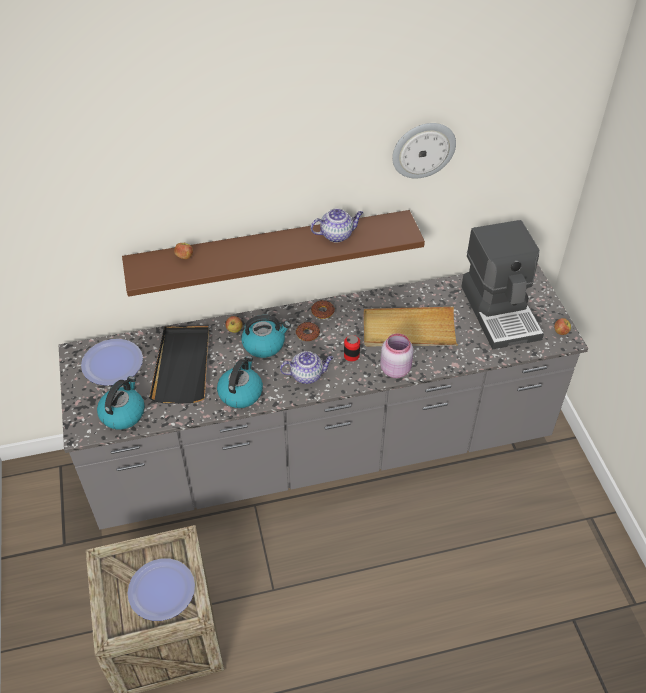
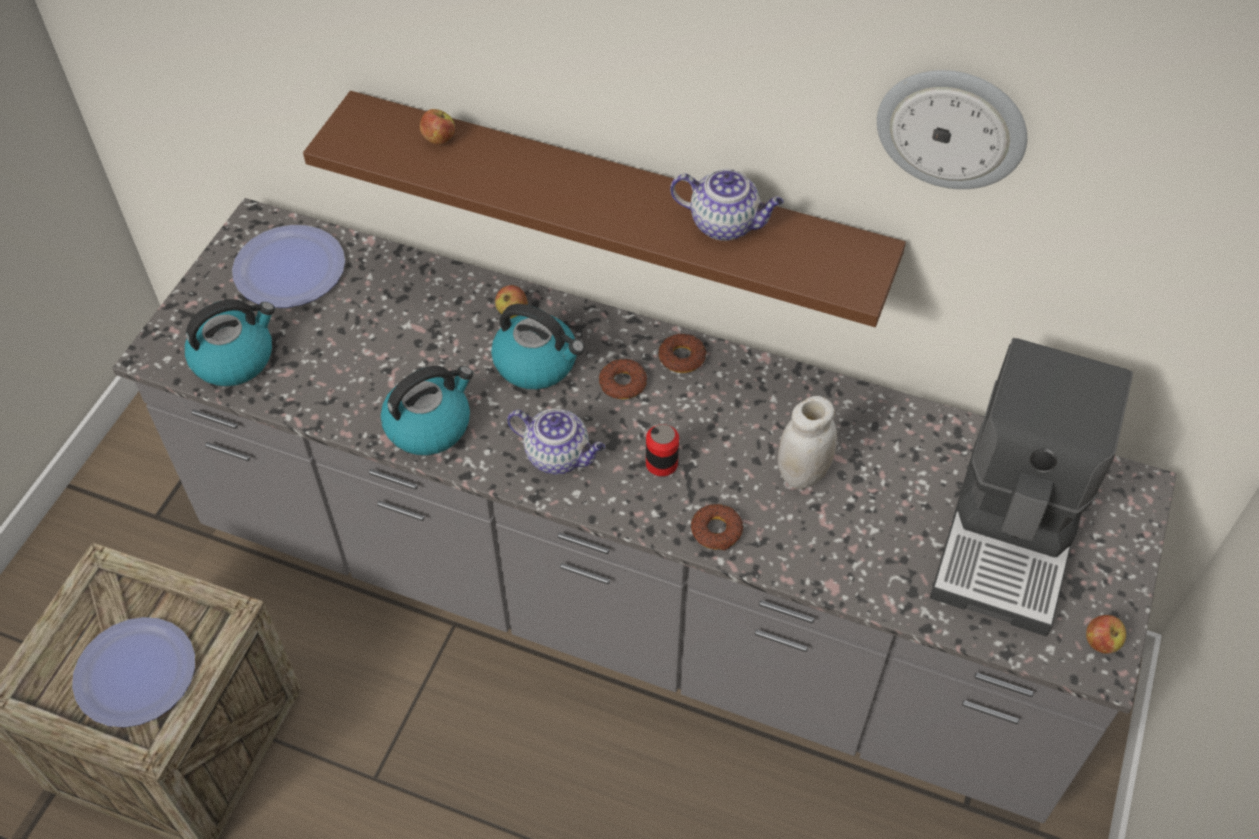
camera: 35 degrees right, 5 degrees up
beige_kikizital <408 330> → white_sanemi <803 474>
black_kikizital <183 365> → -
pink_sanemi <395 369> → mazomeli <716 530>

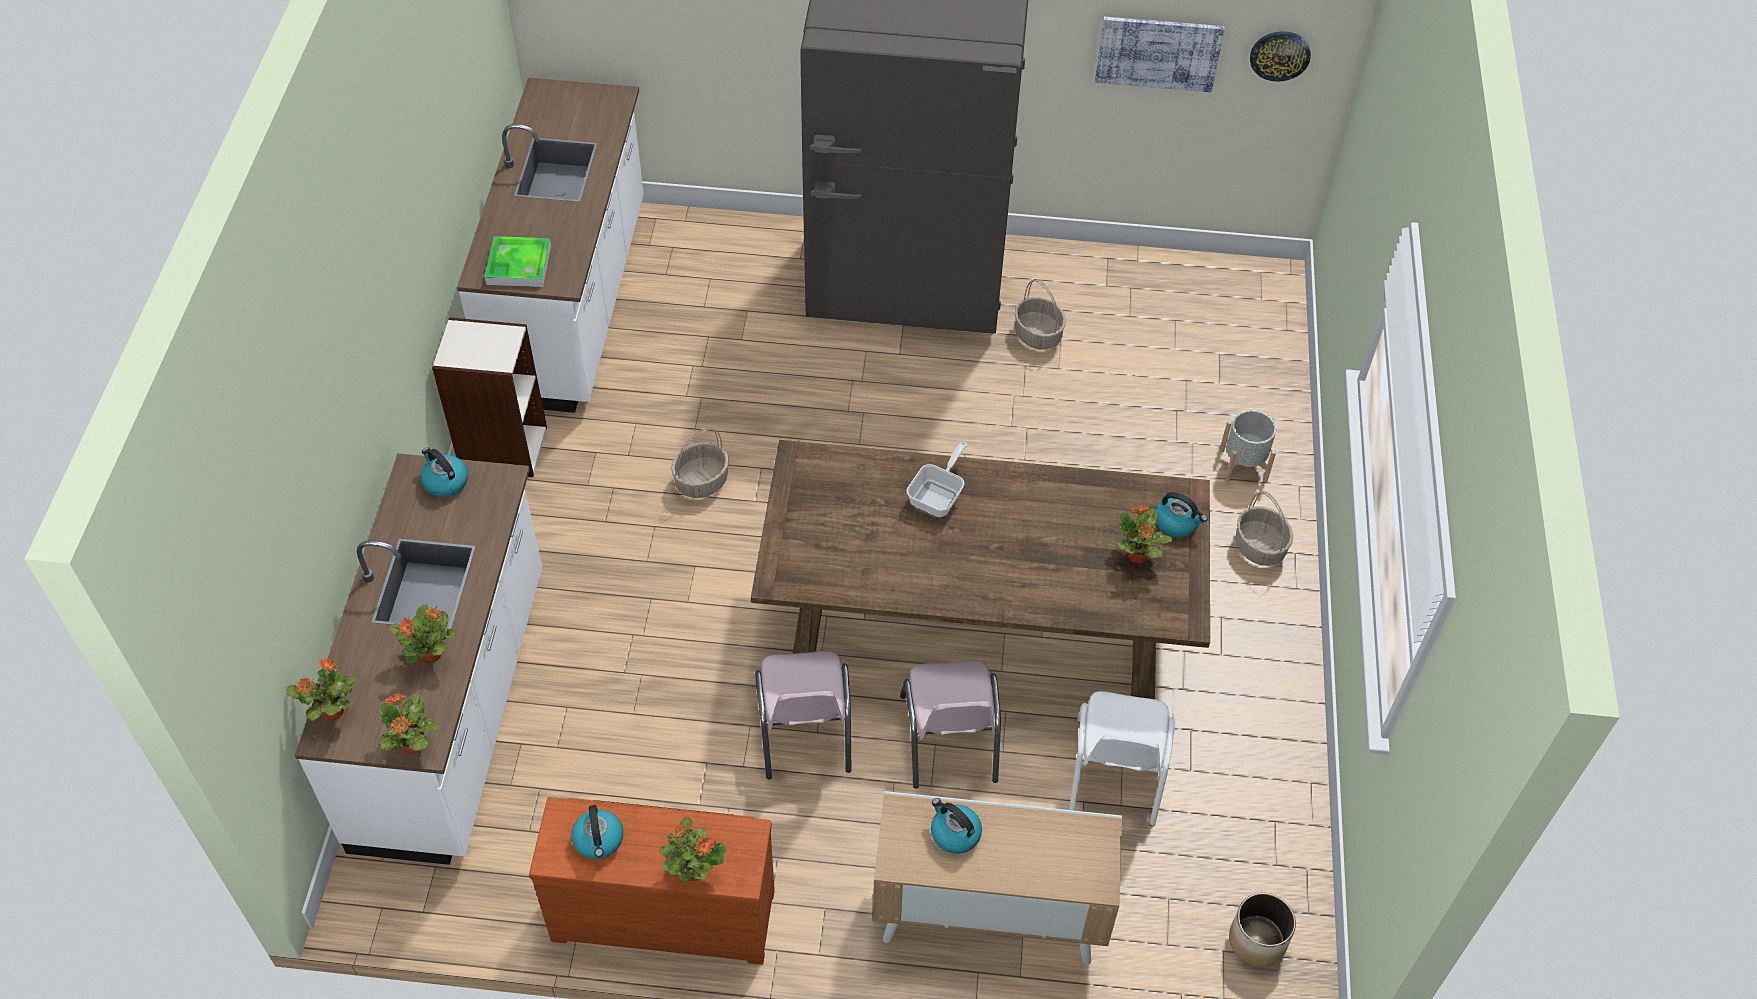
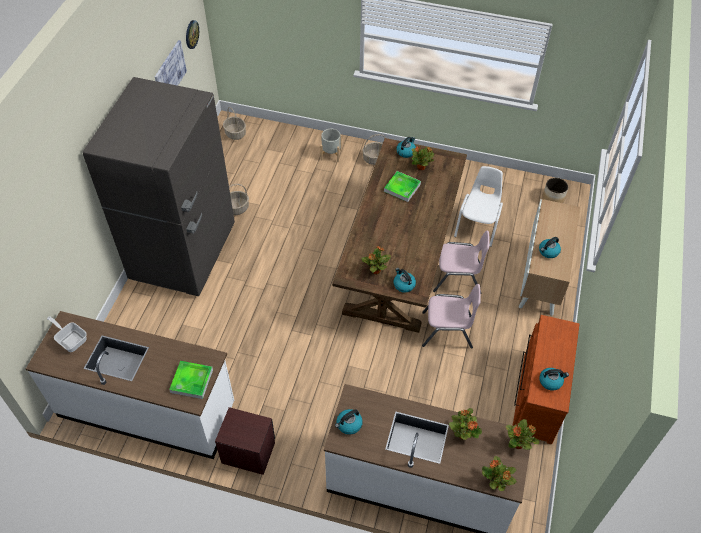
camera: 80 degrees left, 0 degrees up
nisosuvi <502 448> → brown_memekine <248 452>
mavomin <702 481> → mavomin <235 133>, shifted
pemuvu <939 495> → pemuvu <71 339>, shifted
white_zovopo <1116 772> → white_zovopo <478 225>, 90 degrees counterclockwise
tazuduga <694 870> → tazuduga <375 271>, shifted
- → kikizital <402 188>
- → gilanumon <403 284>

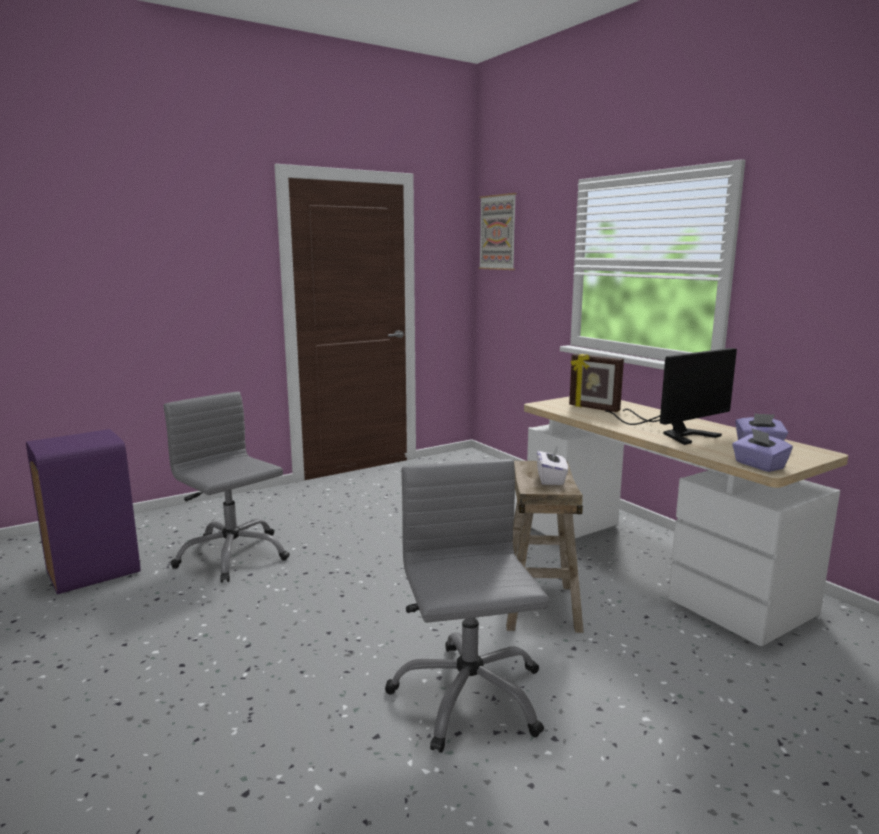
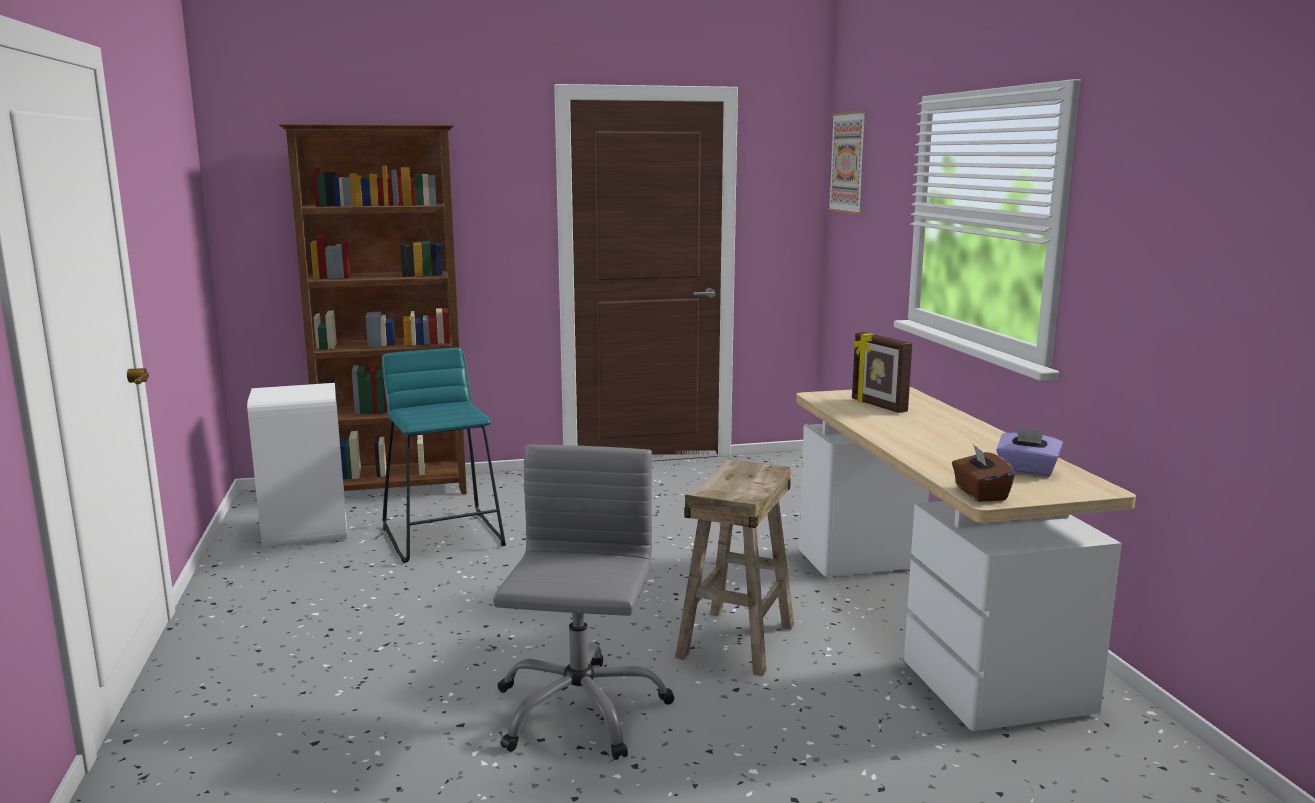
camera: 20 degrees right, 0 degrees up
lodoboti <674 432> → -
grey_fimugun <232 555> → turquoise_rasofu <445 536>
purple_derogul <758 465> → brown_derogul <980 493>
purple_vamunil <94 572> → white_vamunil <306 532>
white_derogul <551 479> → -
- → brown_nisosuvi <396 490>

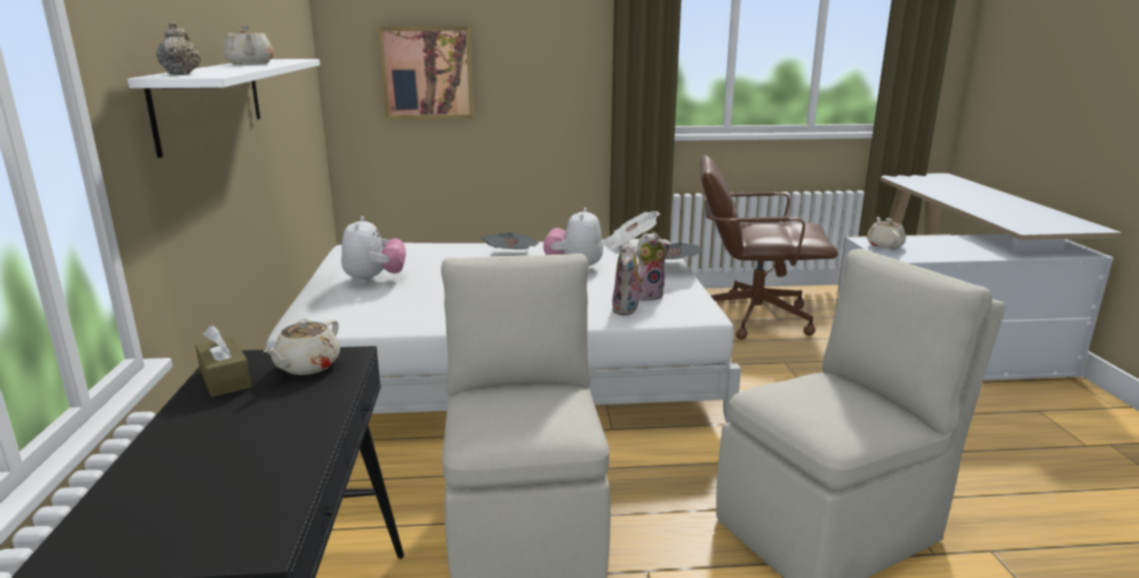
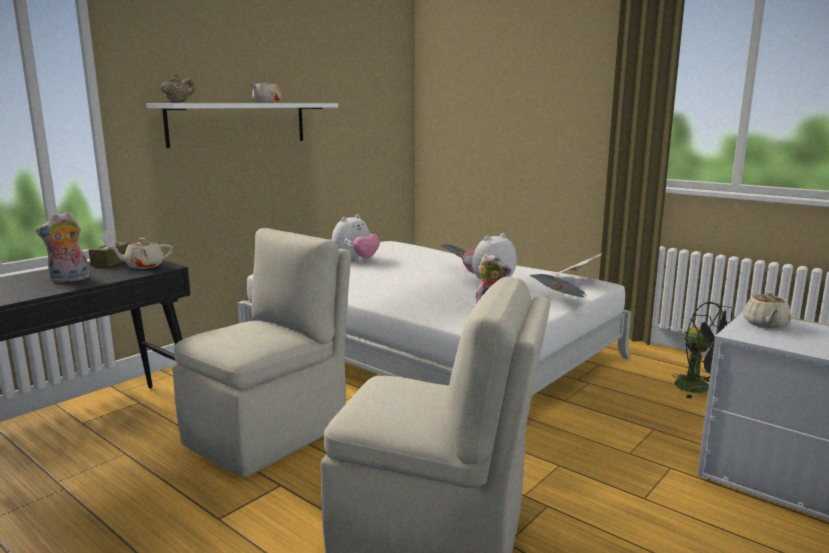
camera: 45 degrees right, 5 degrees down
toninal <427 73> → -
brown_fimugun <753 317> → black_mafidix <701 389>
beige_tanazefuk <884 245> → beige_tanazefuk <765 324>, 150 degrees clockwise
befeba <627 310> → befeba <69 280>, shifted

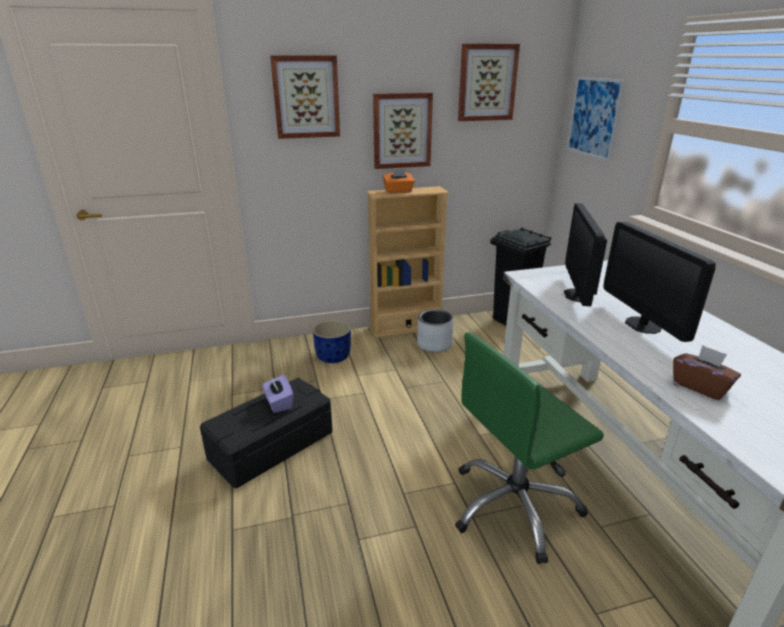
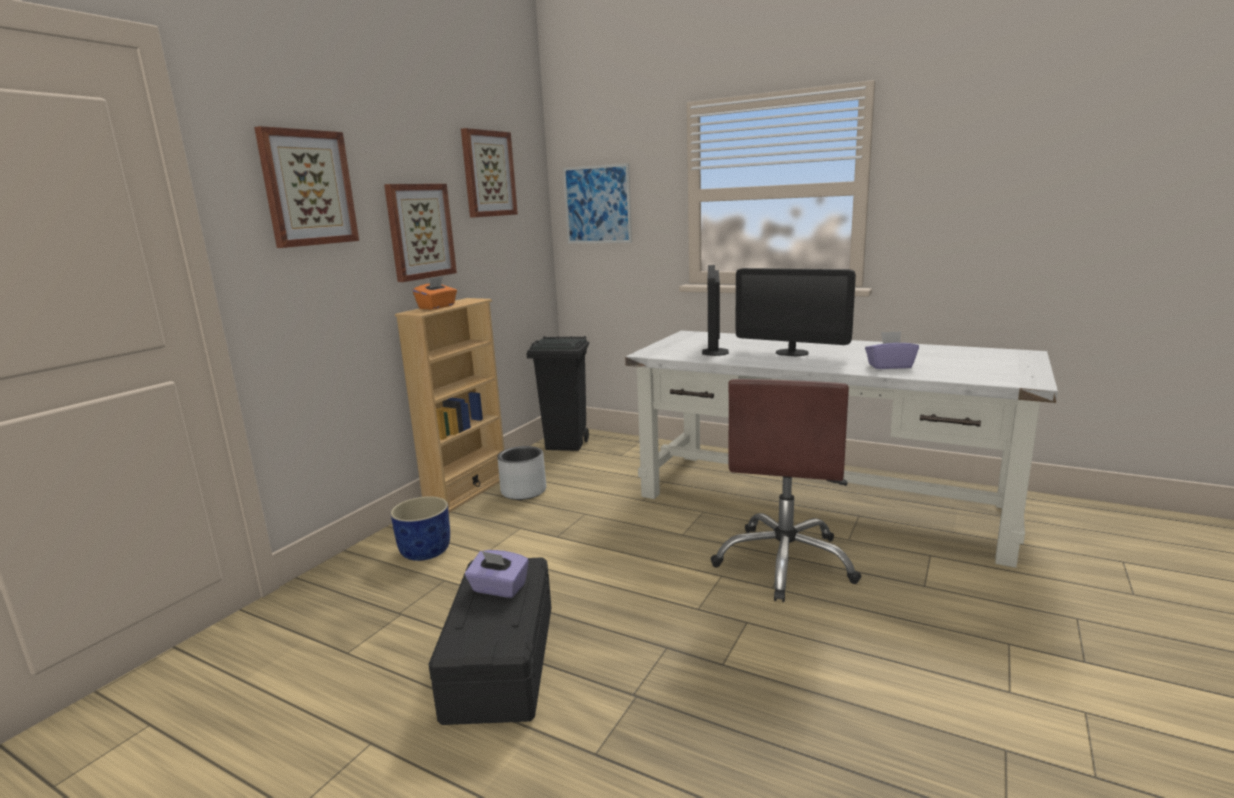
camera: 45 degrees left, 10 degrees down
lodoboti <578 295> → lodoboti <715 352>, 45 degrees clockwise
green_fimugun <514 506> → brown_fimugun <785 562>
brown_derogul <700 386> → purple_derogul <889 366>

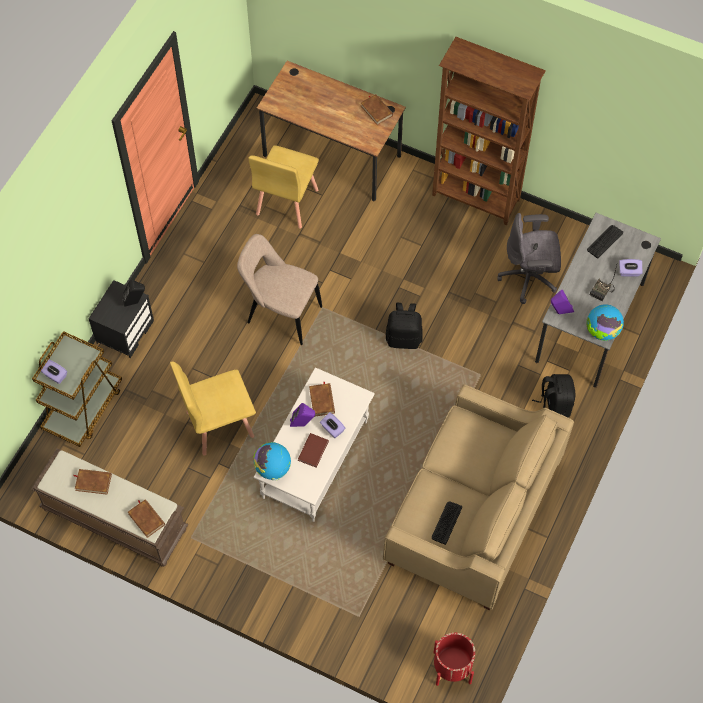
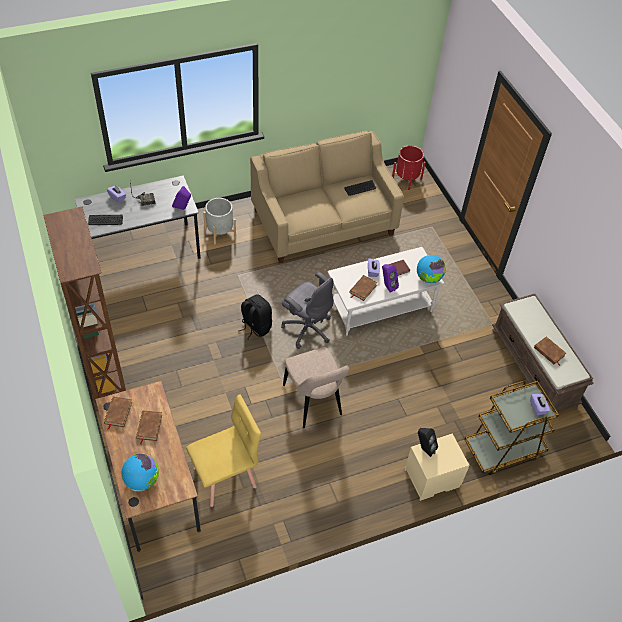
camera: 140 degrees left, 10 degrees down
grey_fimugun <529 278> → grey_fimugun <307 328>, shifted
black_memekine <125 331> → beige_memekine <431 479>
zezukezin <602 331> → zezukezin <142 480>, shifted
yellow_zovopo <219 424> → -
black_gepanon <553 406> → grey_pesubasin <220 232>
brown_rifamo <146 519> → brown_rifamo <149 427>, shifted

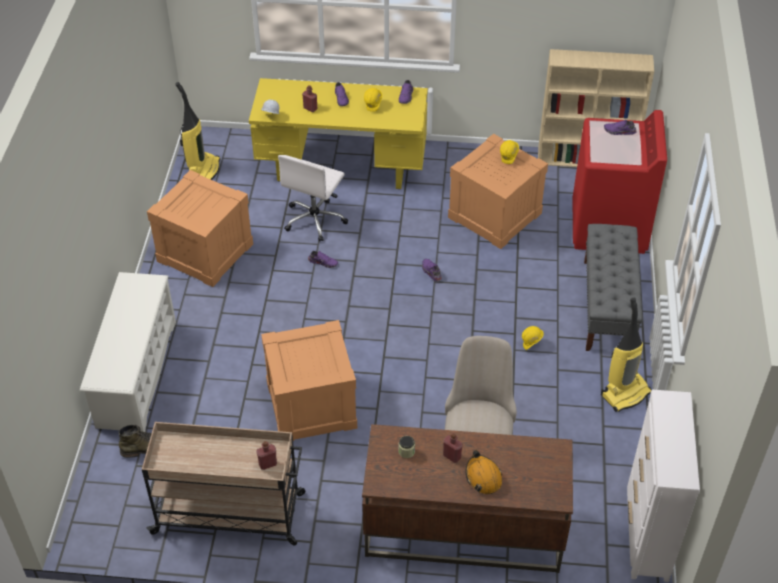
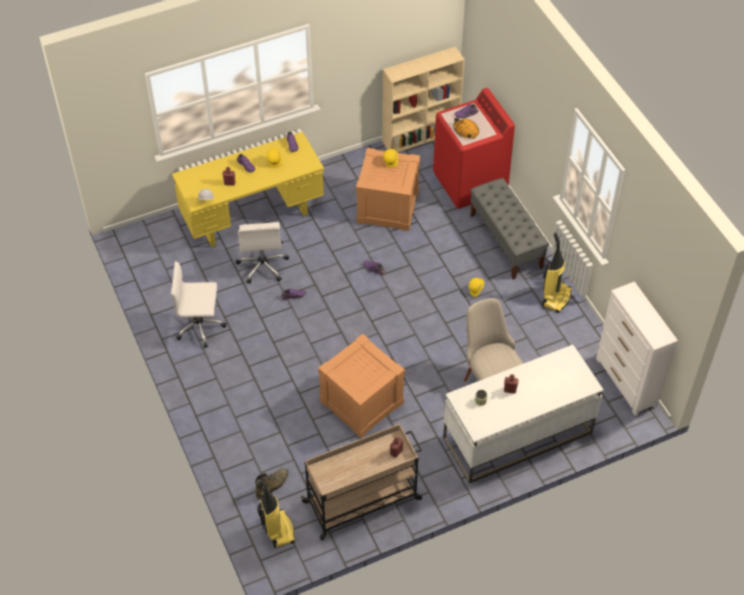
camera: 30 degrees left, 5 degrees up
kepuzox <203 170> → kepuzox <278 529>, shifted
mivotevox <205 252> → white_fimugun <201 326>
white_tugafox <136 374> → -
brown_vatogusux <462 529> → white_vatogusux <516 436>
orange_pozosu <483 477> → orange_pozosu <466 131>, shifted

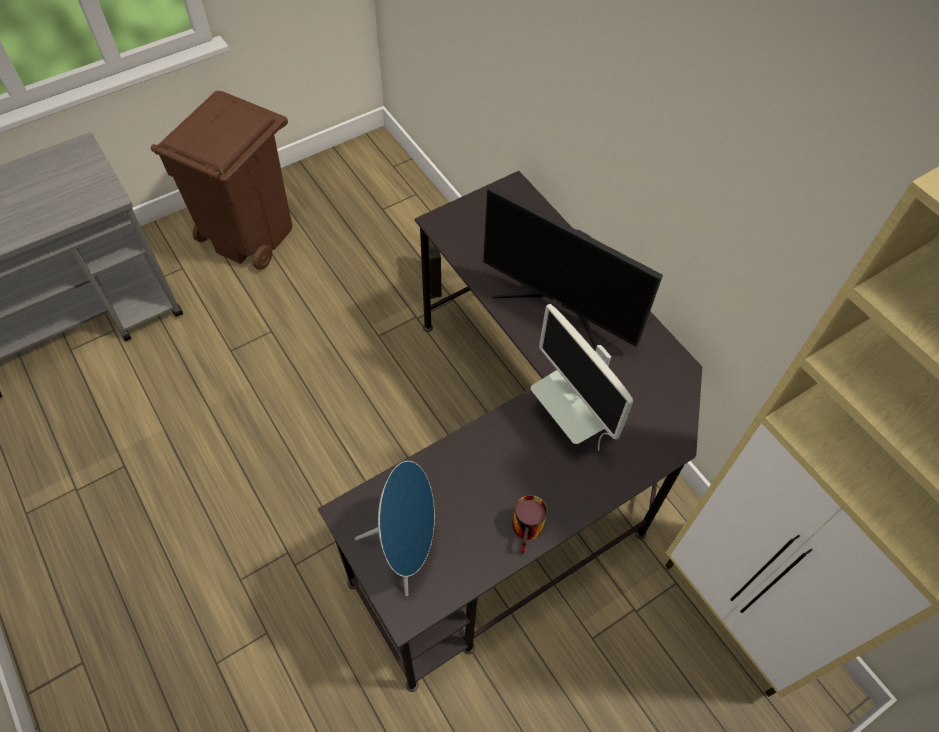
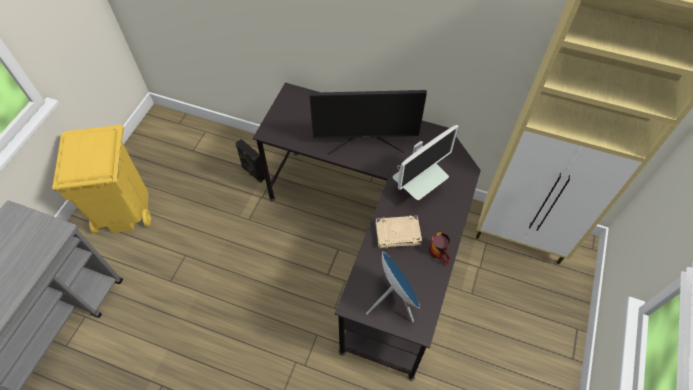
camera: 35 degrees left, 0 degrees up
brown_vamunil <249 234> → yellow_vamunil <124 210>
lodoboti <575 420> → lodoboti <417 188>, 60 degrees counterclockwise
- → beige_rifamo <398 233>

